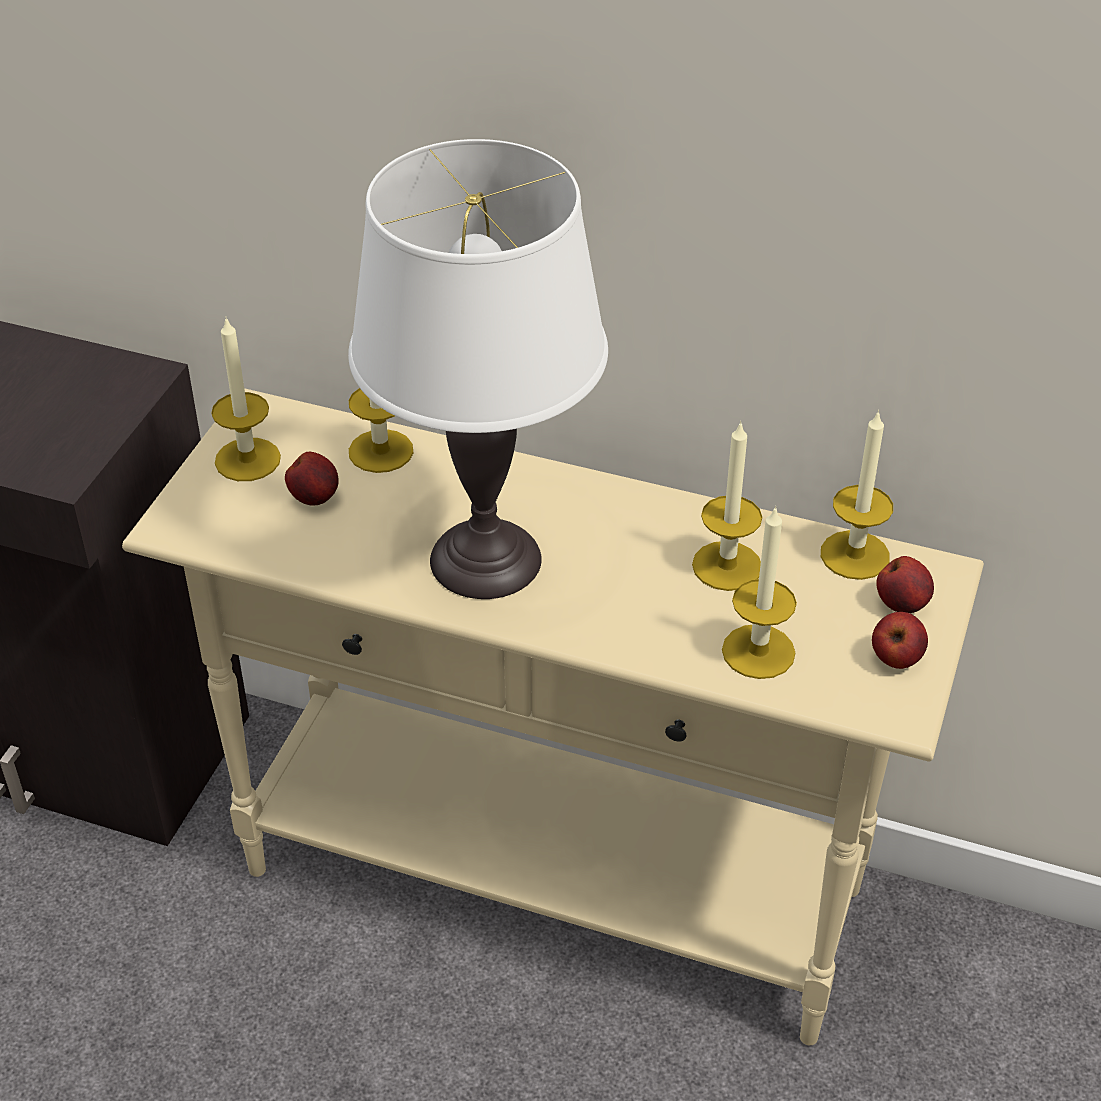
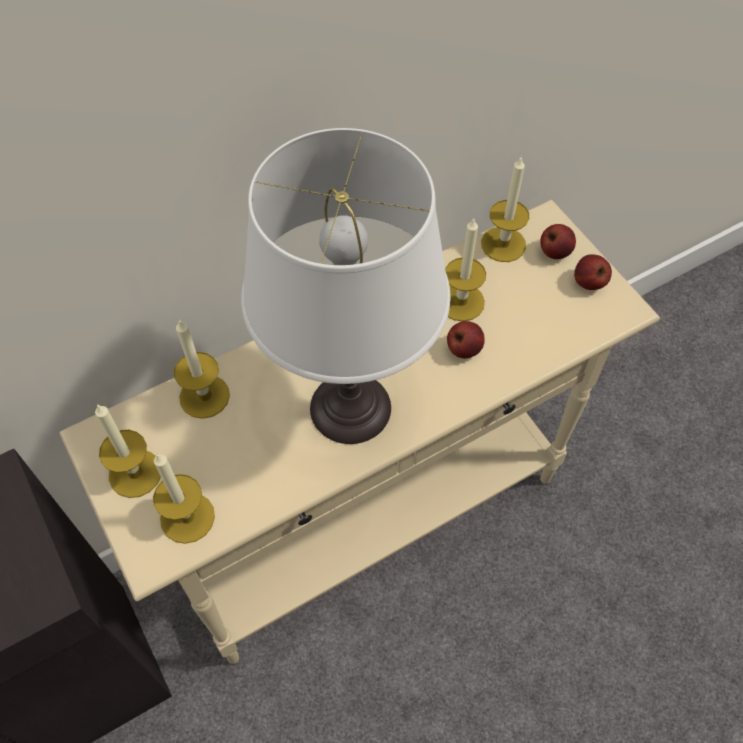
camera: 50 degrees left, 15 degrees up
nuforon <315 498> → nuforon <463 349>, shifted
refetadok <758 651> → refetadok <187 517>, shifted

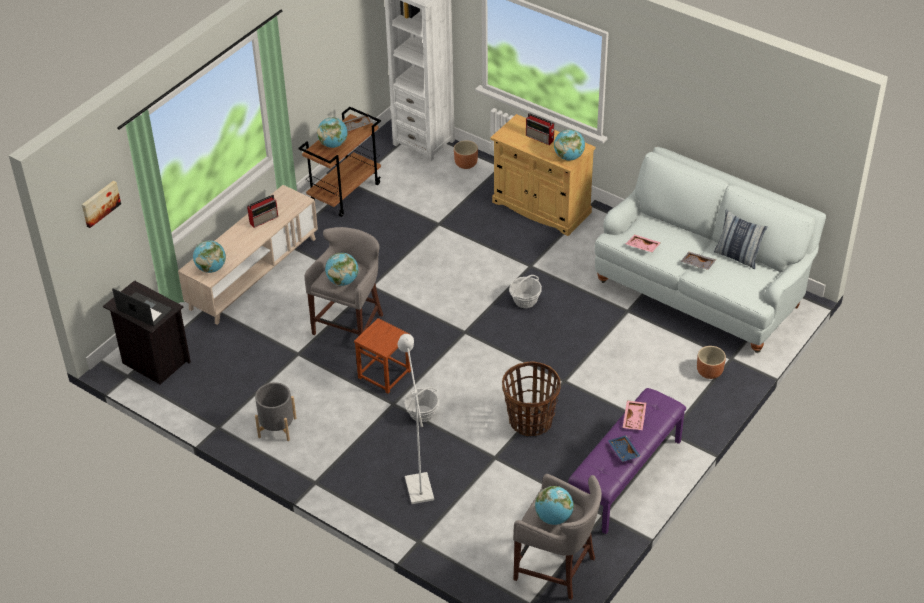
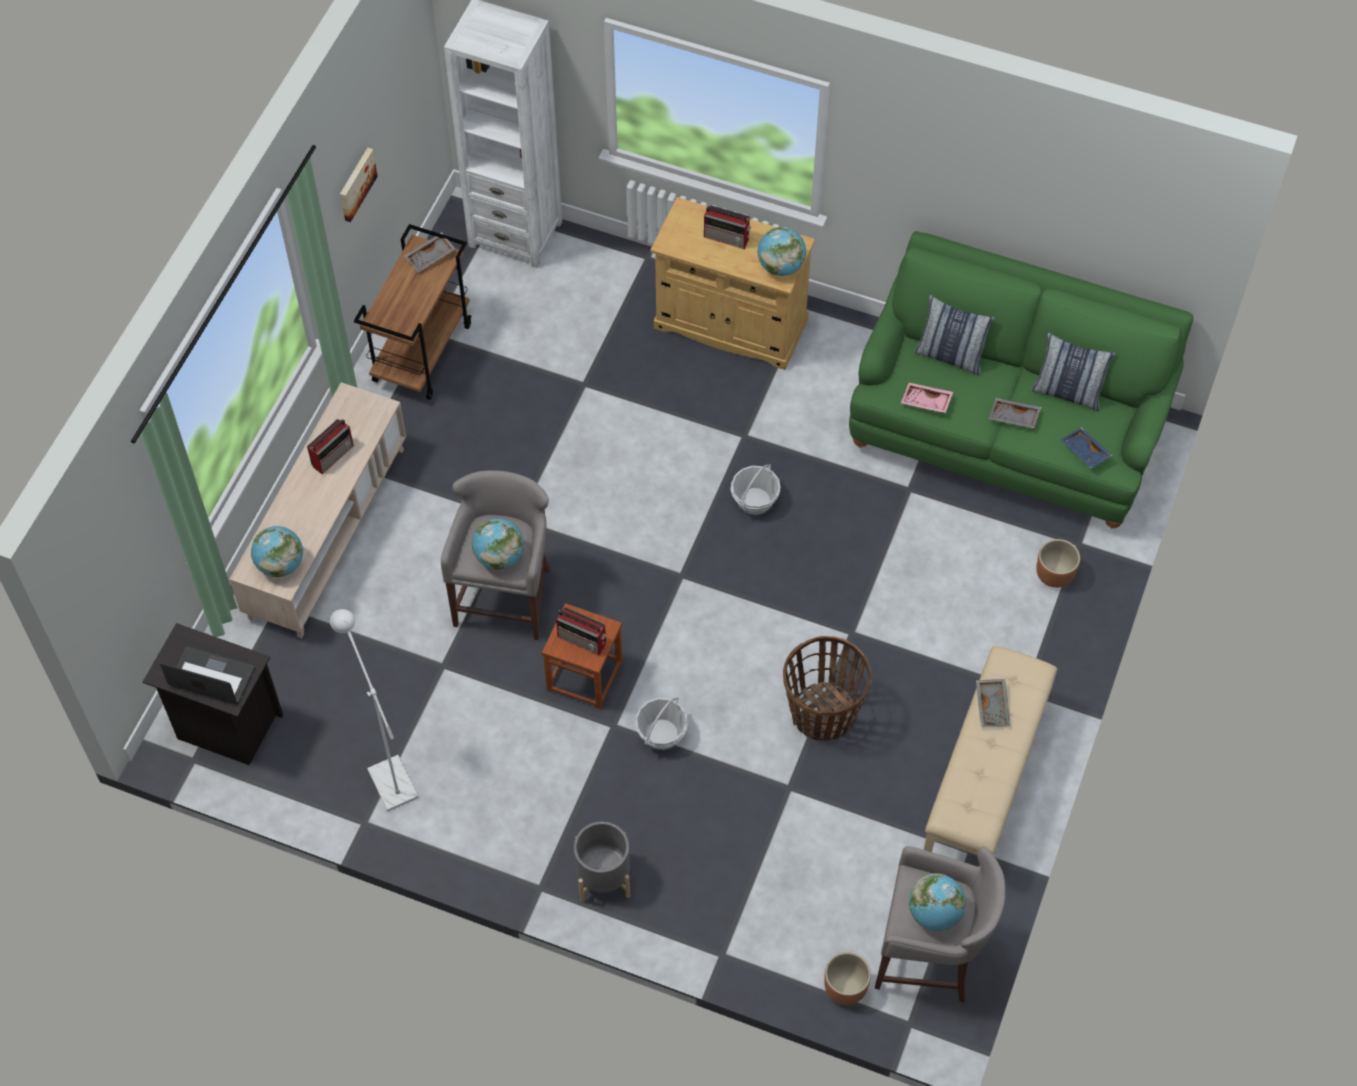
camera: 15 degrees left, 15 degrees up
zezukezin <333 144> → -
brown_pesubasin <465 164> → brown_pesubasin <845 988>, shifted
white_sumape <701 290> → green_sumape <1006 431>
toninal <100 203> → toninal <356 184>, shifted
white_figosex <417 483> → white_figosex <388 775>, shifted
grey_pesubasin <277 427> → grey_pesubasin <603 876>, shifted
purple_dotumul <626 477> → beige_dotumul <985 781>
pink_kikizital <635 418> → grey_kikizital <993 706>
blue_kikizital <623 452> → blue_kikizital <1084 452>, shifted
- → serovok <950 356>
- → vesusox <583 640>

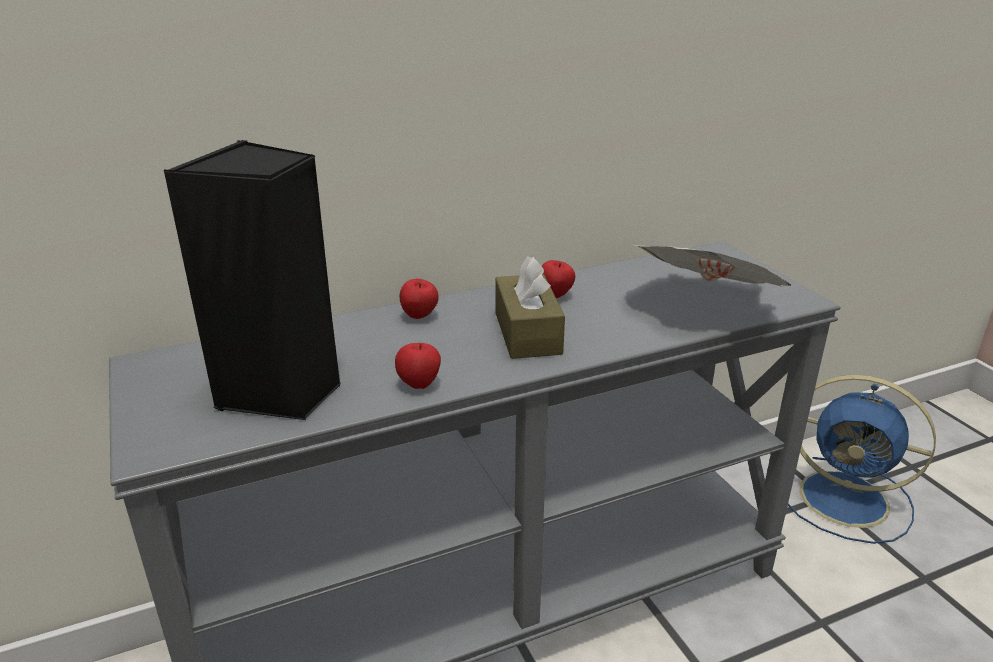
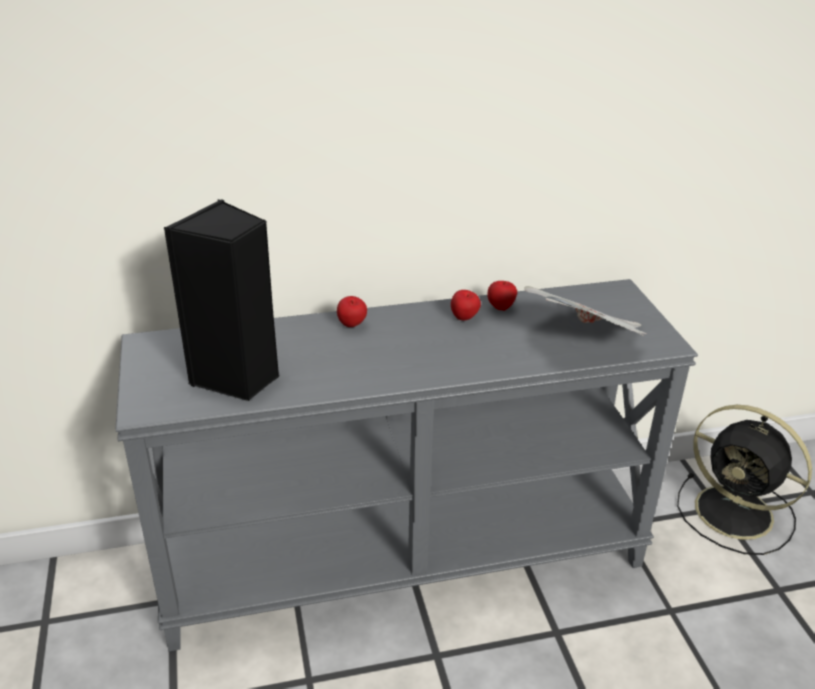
camera: 10 degrees right, 5 degrees up
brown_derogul <527 333> → -
nuforon <419 385> → nuforon <501 308>, shifted
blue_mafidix <848 500> → black_mafidix <737 514>

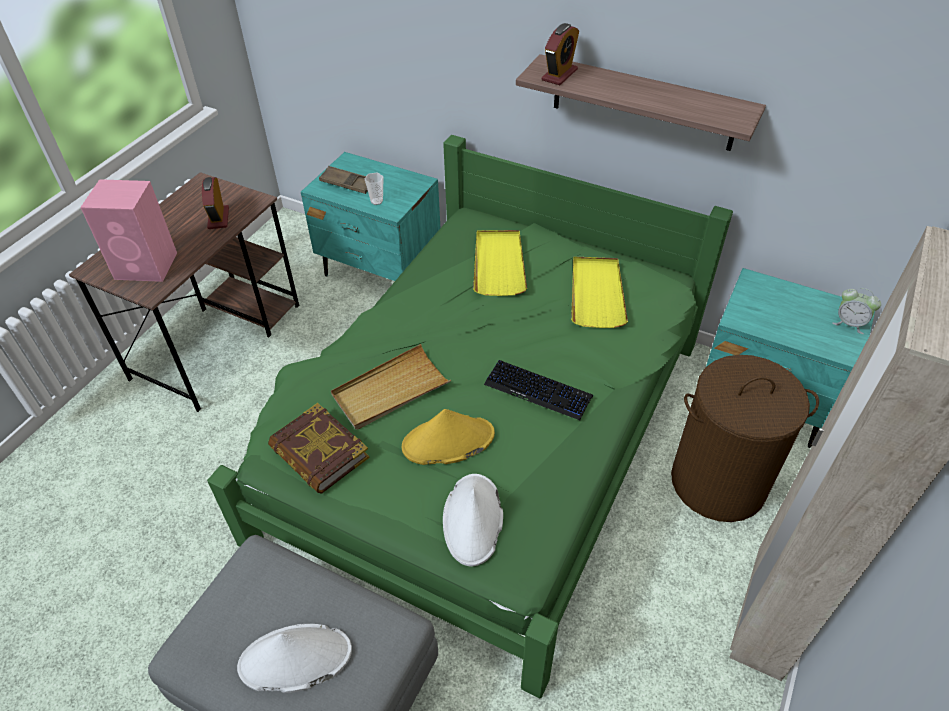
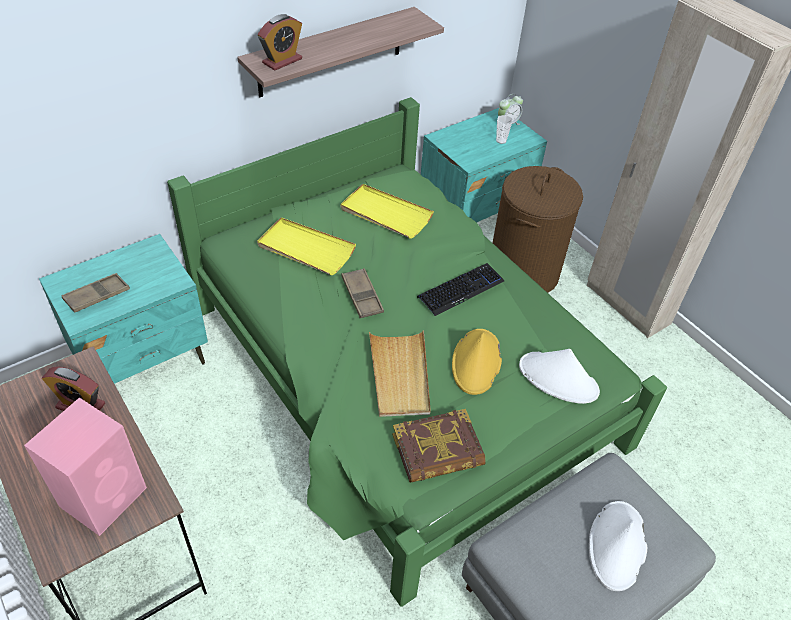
camera: 65 degrees left, 0 degrees up
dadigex <559 75> → dadigex <282 61>, 75 degrees clockwise
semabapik <376 201> → semabapik <501 140>, shifted
- → brown_kikizital <362 296>

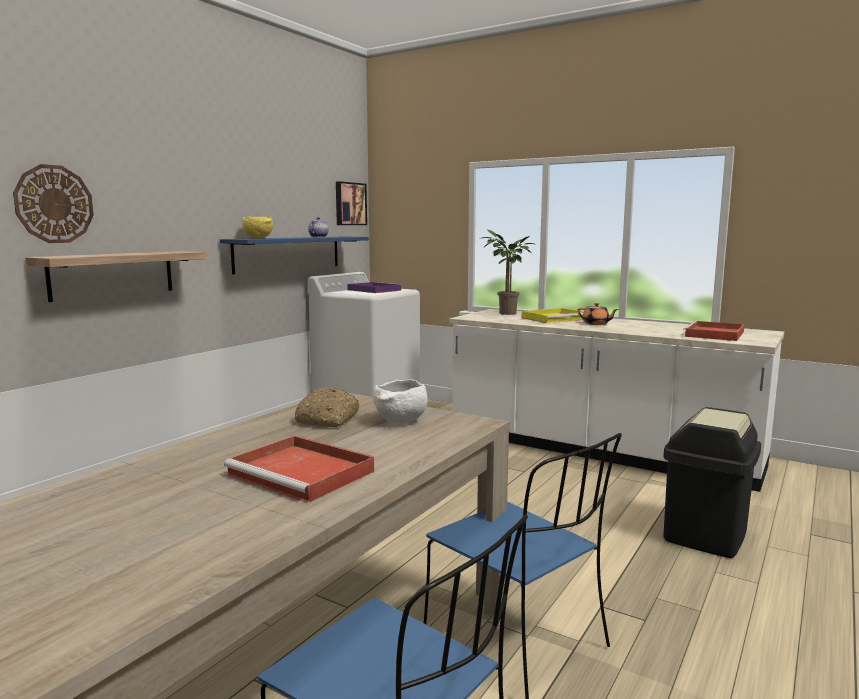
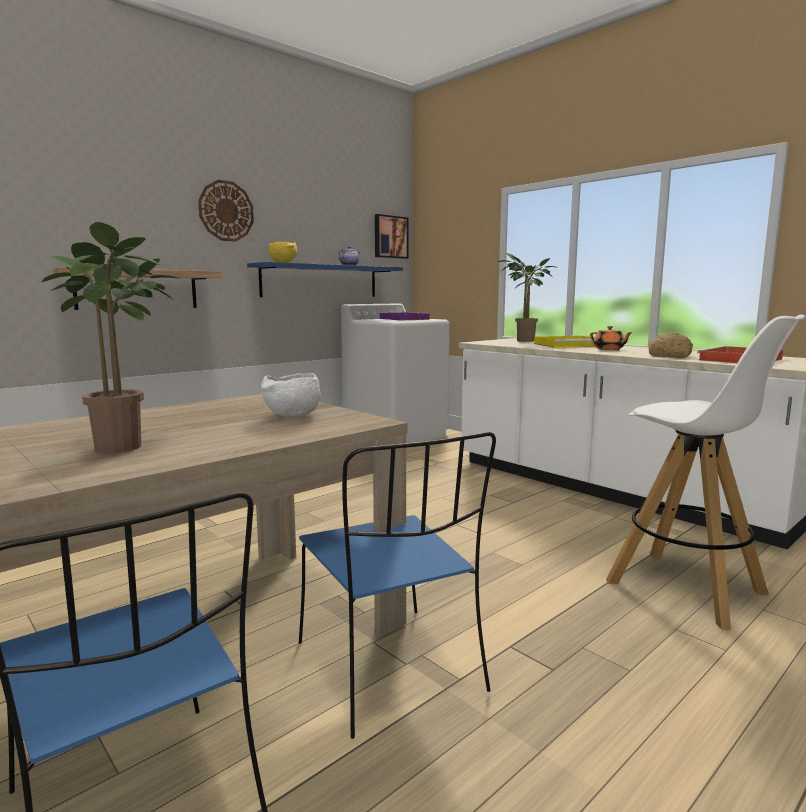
camera: 15 degrees right, 0 degrees up
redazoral <54 204> → redazoral <226 211>, shifted
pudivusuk <328 419> → pudivusuk <670 356>, shifted
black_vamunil <706 535> → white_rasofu <687 588>
red_kikizital <303 473> → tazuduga <126 447>

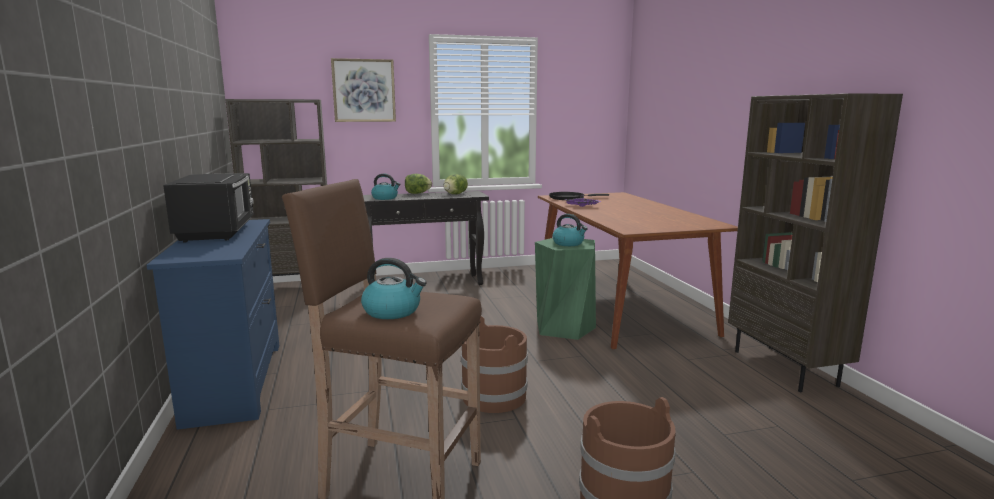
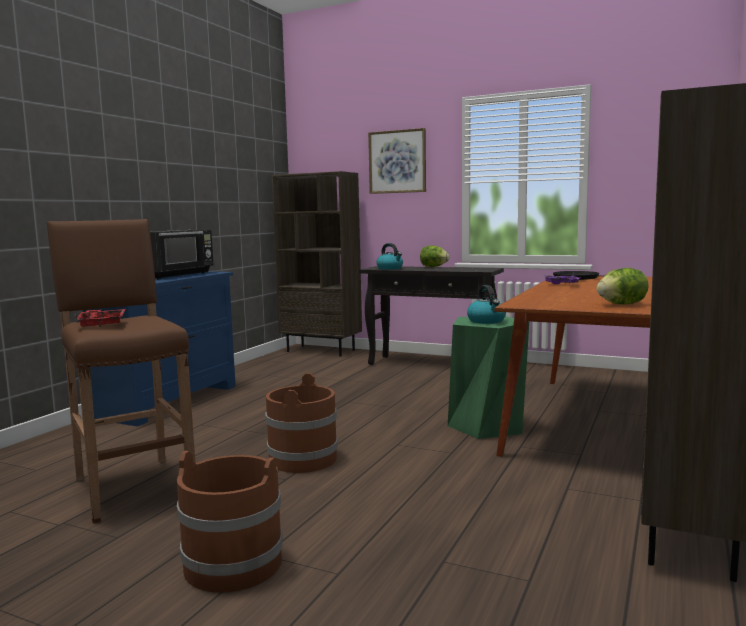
camera: 40 degrees right, 5 degrees down
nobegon <455 194> → nobegon <621 304>, shifted
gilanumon <393 311> → red_kikizital <102 324>

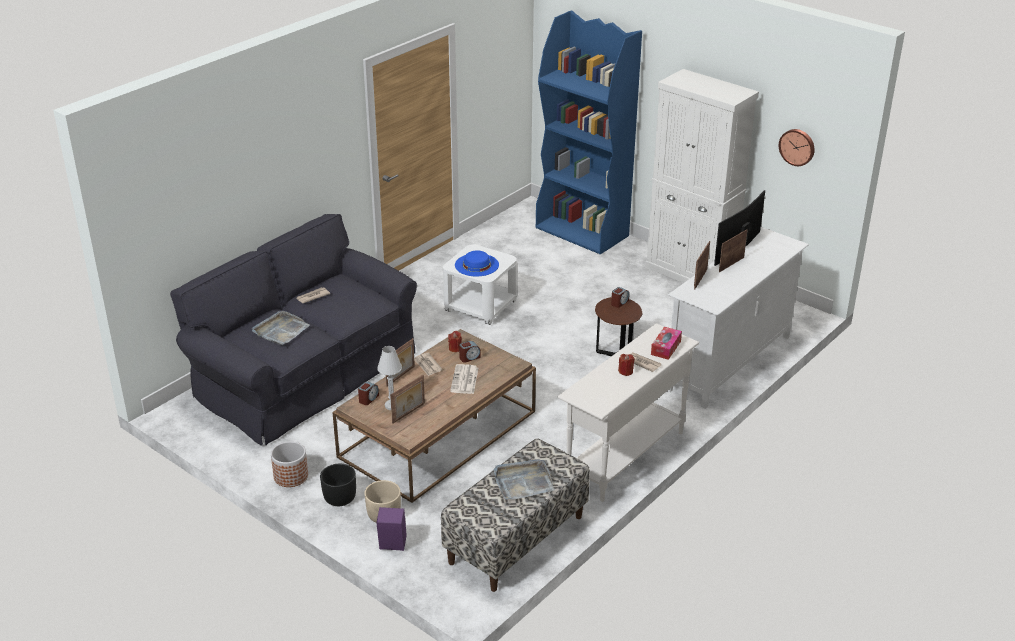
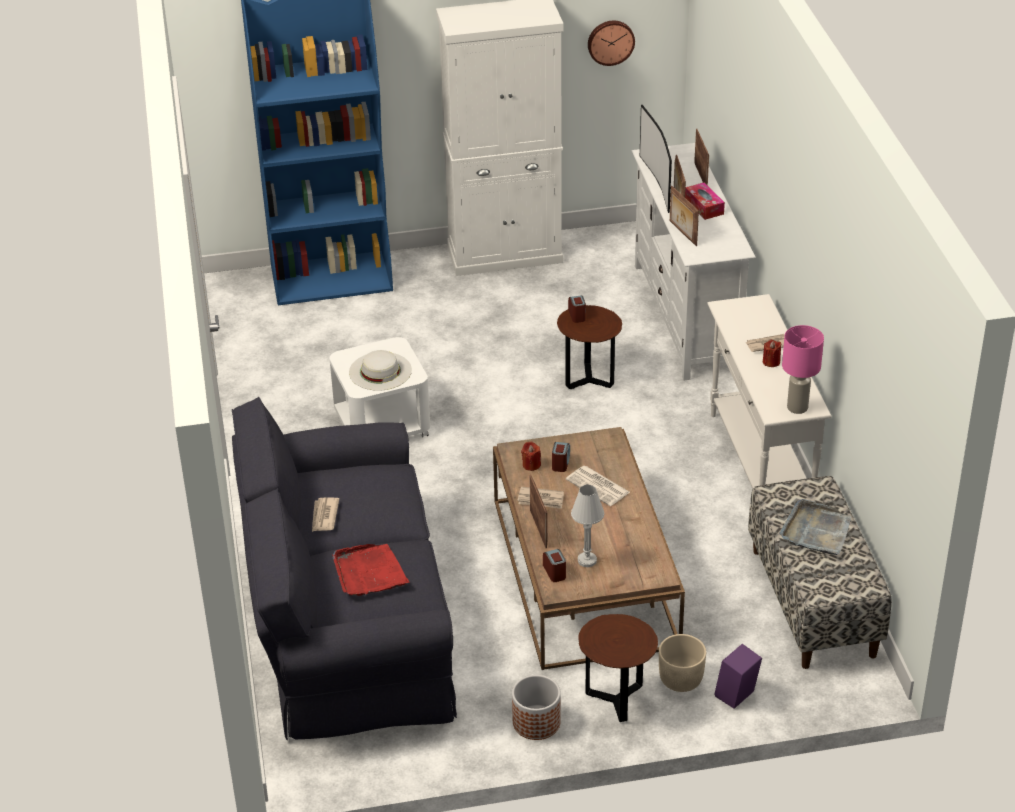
camera: 50 degrees left, 5 degrees up
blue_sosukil <476 265> → white_sosukil <380 371>
grey_kikizital <280 330> → red_kikizital <369 573>
derogul <666 348> → derogul <704 206>, shifted
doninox <409 413> → doninox <701 175>, shifted
black_pesubasin <339 498> → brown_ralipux <616 700>
- → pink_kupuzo <796 407>

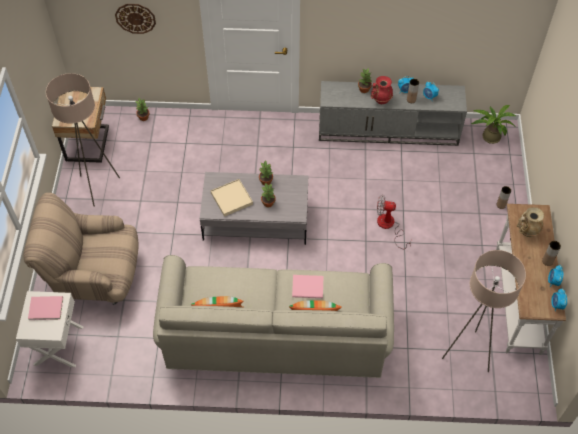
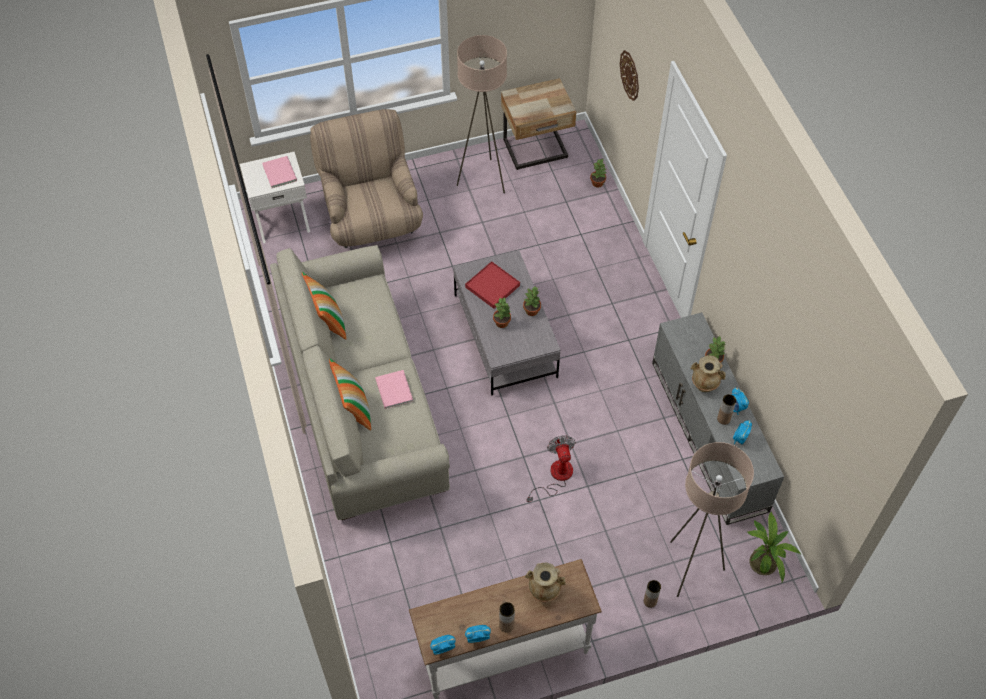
camera: 70 degrees right, 0 degrees up
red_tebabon <380 100> → beige_tebabon <704 384>
beige_kikizital <232 198> → red_kikizital <492 286>
beige_figosex <468 353> → beige_figosex <690 568>, shifted

